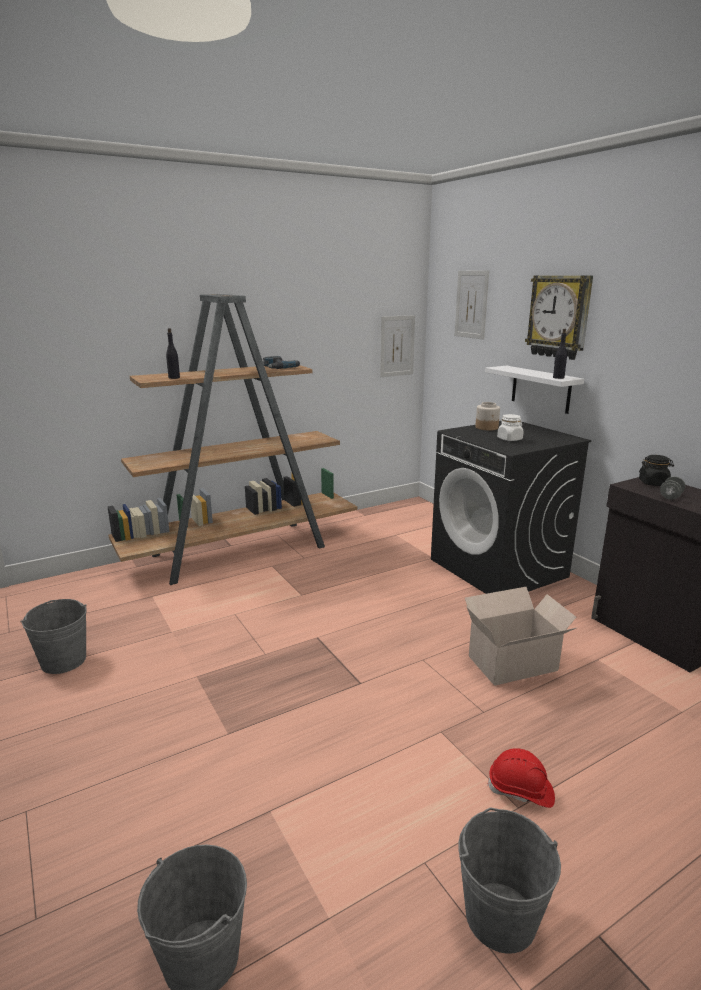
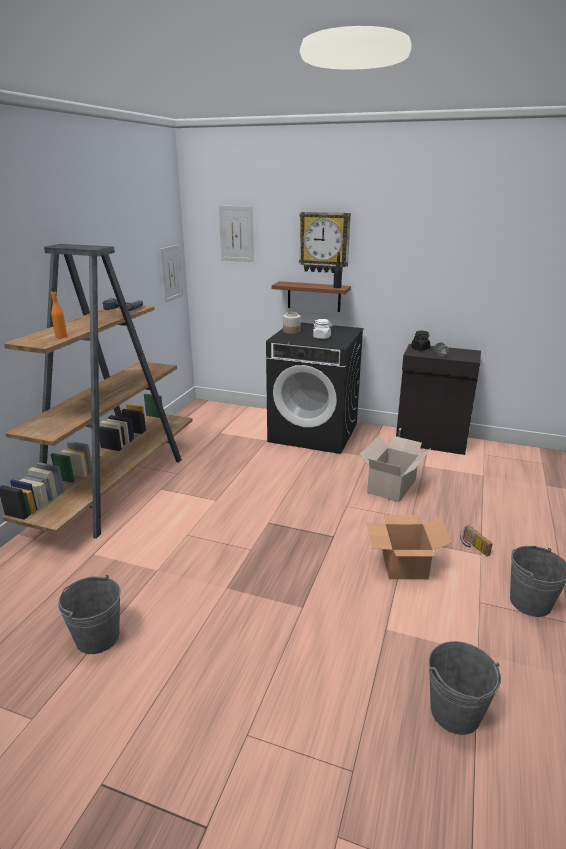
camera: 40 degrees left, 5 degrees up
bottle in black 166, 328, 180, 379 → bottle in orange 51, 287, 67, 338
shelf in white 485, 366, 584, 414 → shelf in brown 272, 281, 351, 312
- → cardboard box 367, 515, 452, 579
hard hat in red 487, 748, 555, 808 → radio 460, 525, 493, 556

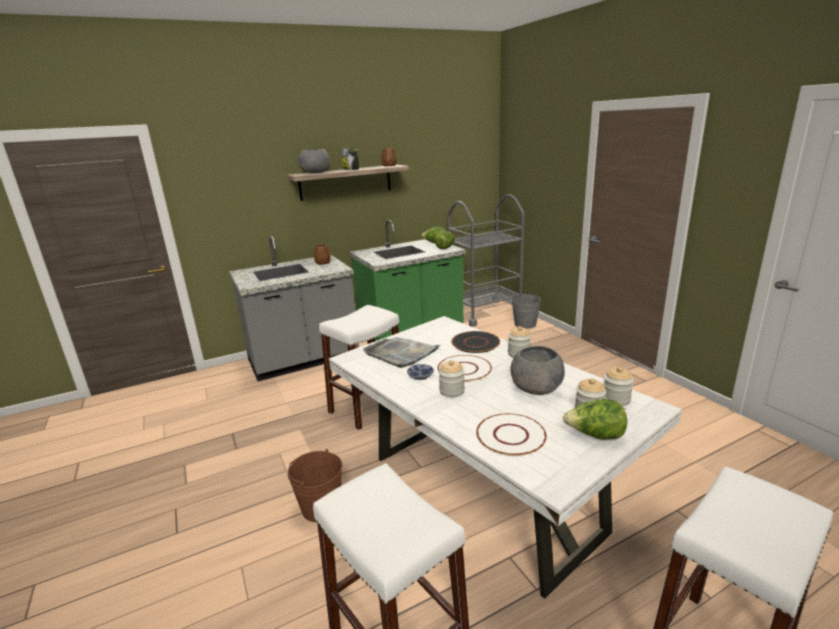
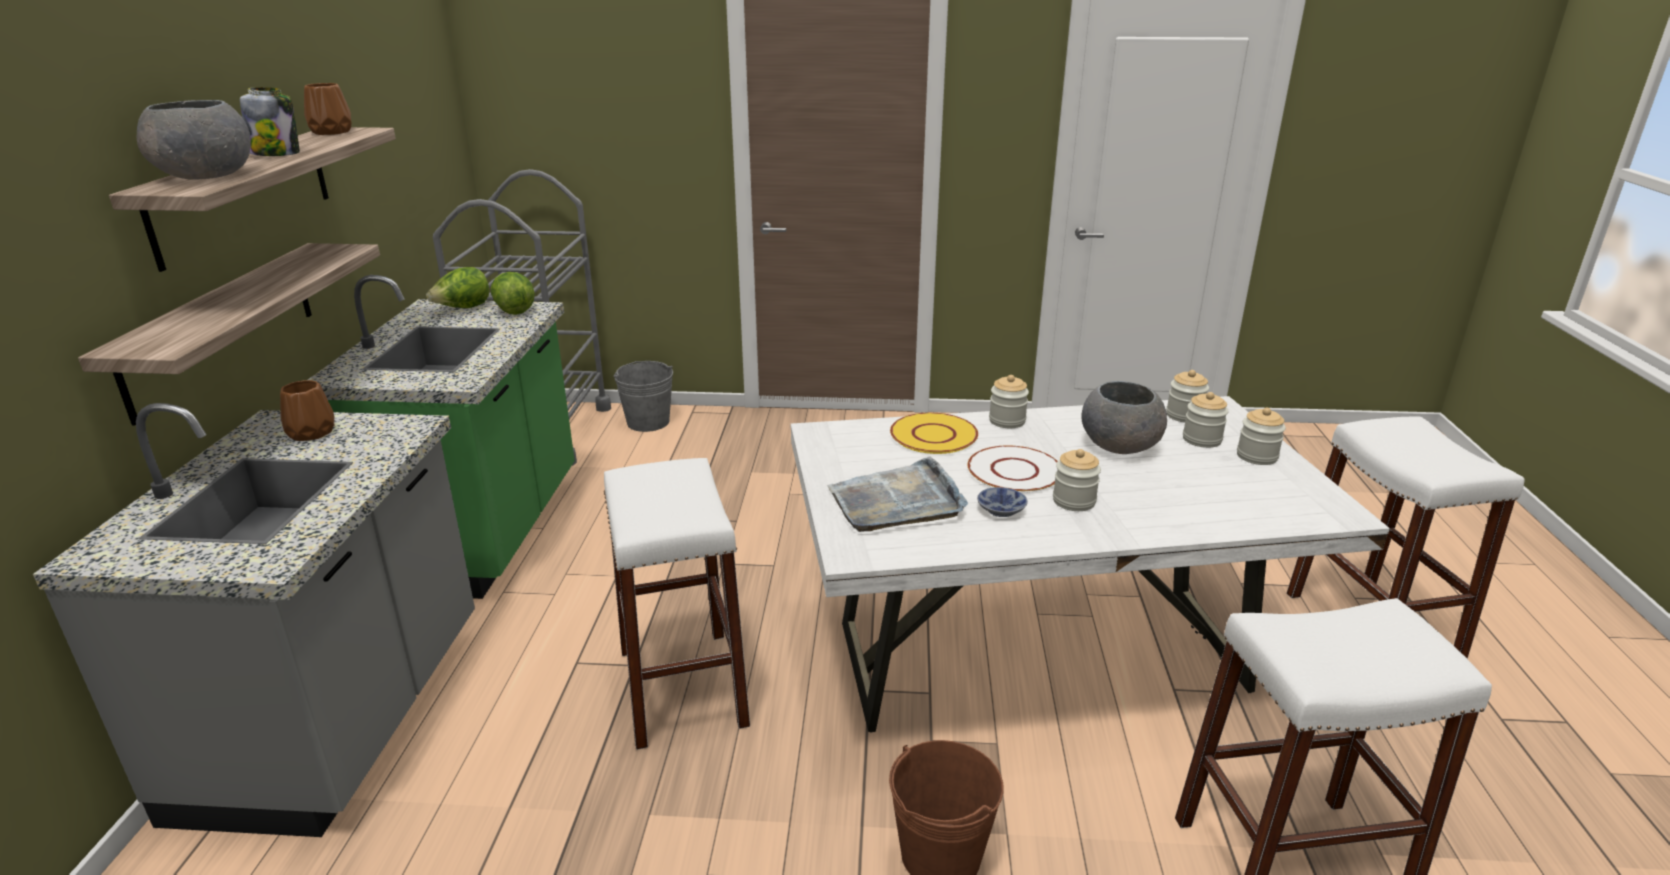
camera: 60 degrees left, 5 degrees up
- → shelf 78, 243, 380, 426
plate in black 451, 331, 500, 353 → plate in yellow 890, 413, 978, 454
lettuce 563, 399, 627, 439 → jar 1237, 408, 1286, 465
plate in white 476, 413, 547, 456 → -

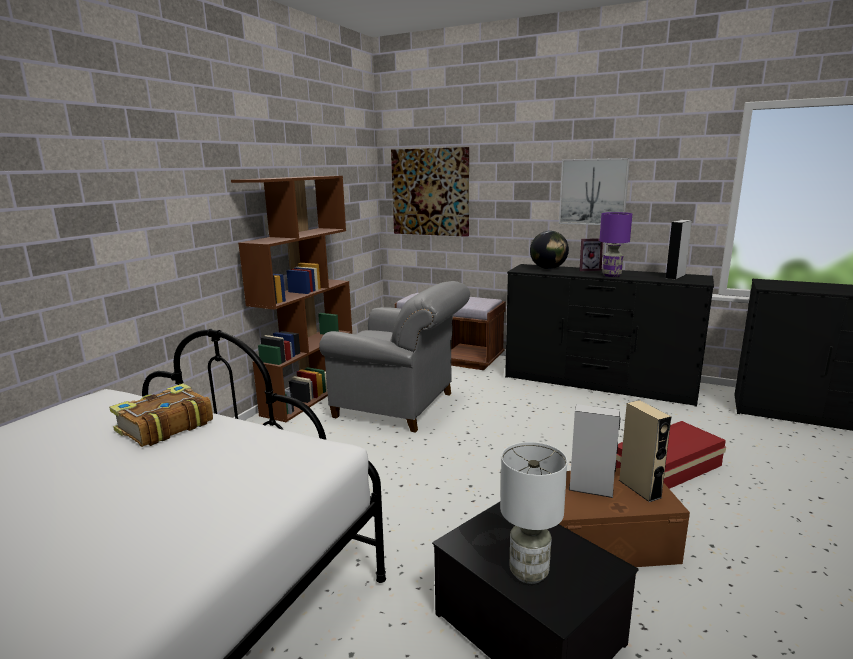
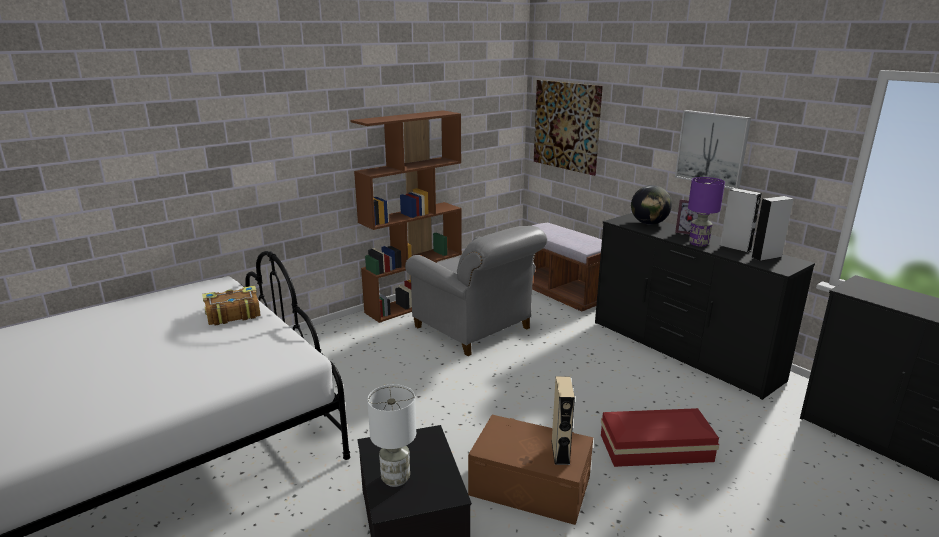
camera: 25 degrees right, 5 degrees up
speaker in grey 569, 404, 620, 498 → speaker in grey 720, 188, 761, 253, moved

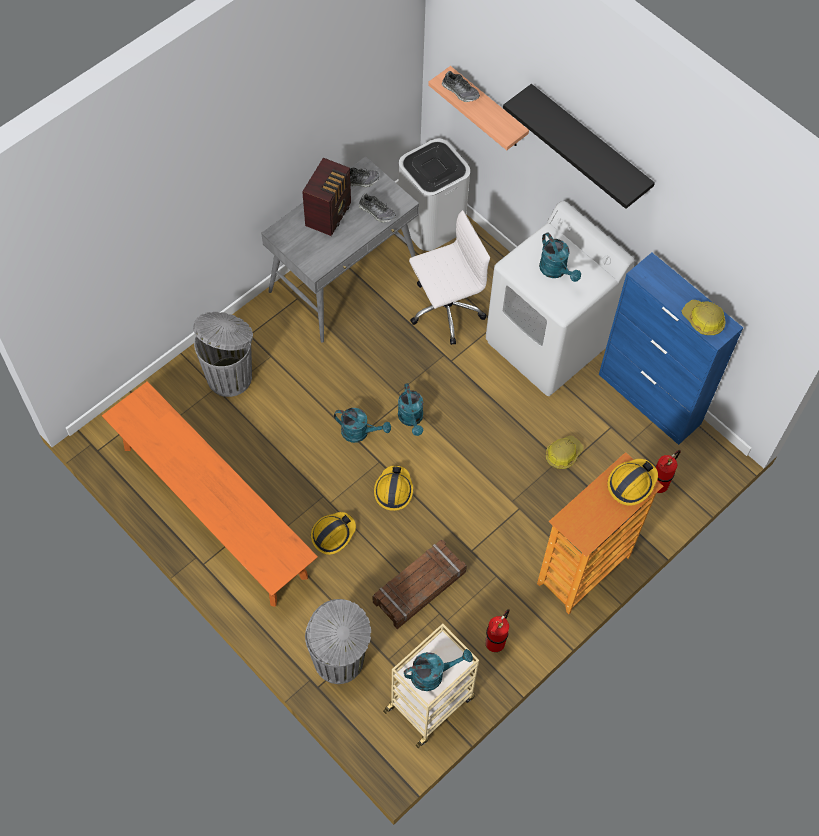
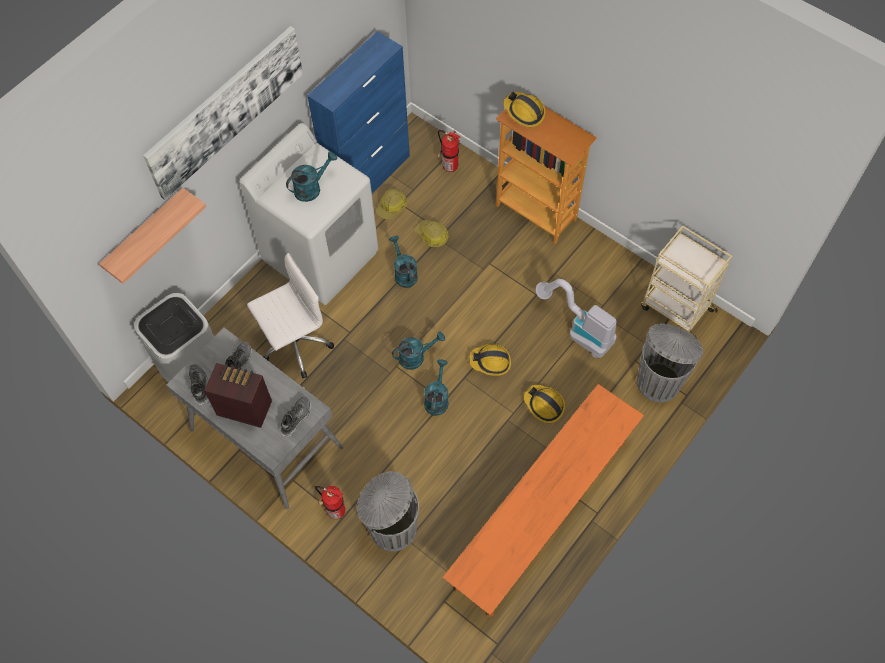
camera: 95 degrees left, 0 degrees up
shelf in black 503, 84, 655, 209 → picture 143, 26, 303, 200
office chair in white 409, 210, 490, 345 → office chair in white 247, 253, 334, 378, 90 degrees clockwise
shoe 442, 71, 480, 102 → shoe 281, 397, 311, 437, moved
fire extinguisher 485, 609, 510, 652 → fire extinguisher 315, 486, 345, 519, moved
hard hat 682, 300, 726, 335 → hard hat 376, 189, 407, 220, moved
watering can in turquoise 404, 649, 473, 691 → watering can in turquoise 389, 235, 418, 288, moved
crate 373, 540, 467, 629 → vacuum cleaner 536, 279, 617, 358

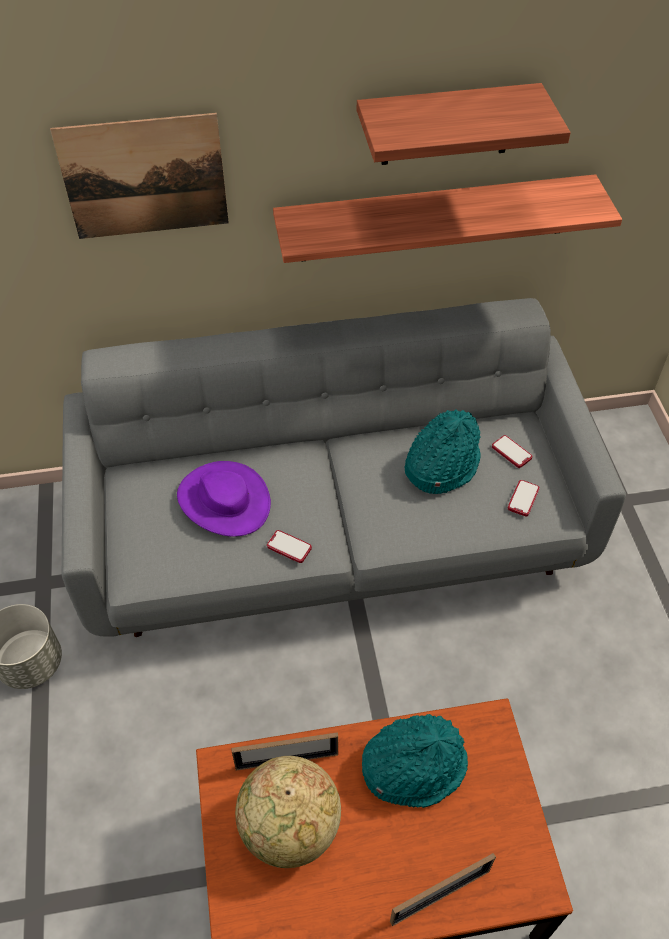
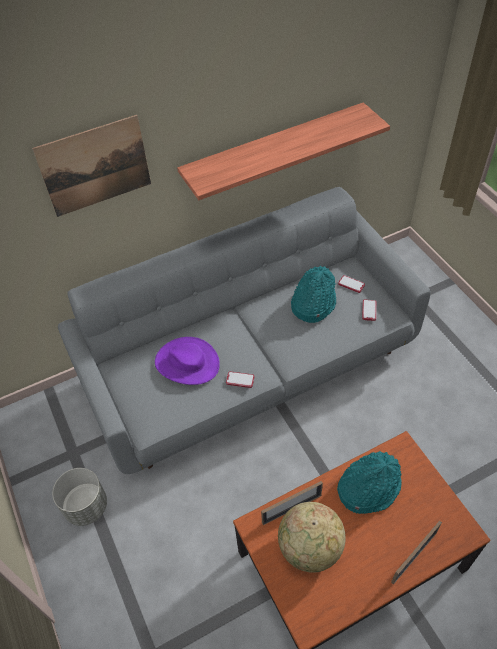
camera: 15 degrees left, 0 degrees up
shelf 357, 83, 571, 165 → -

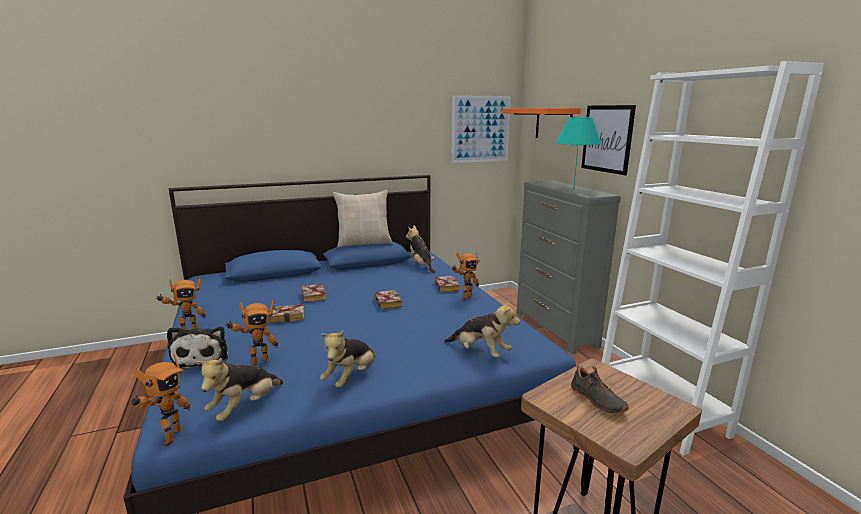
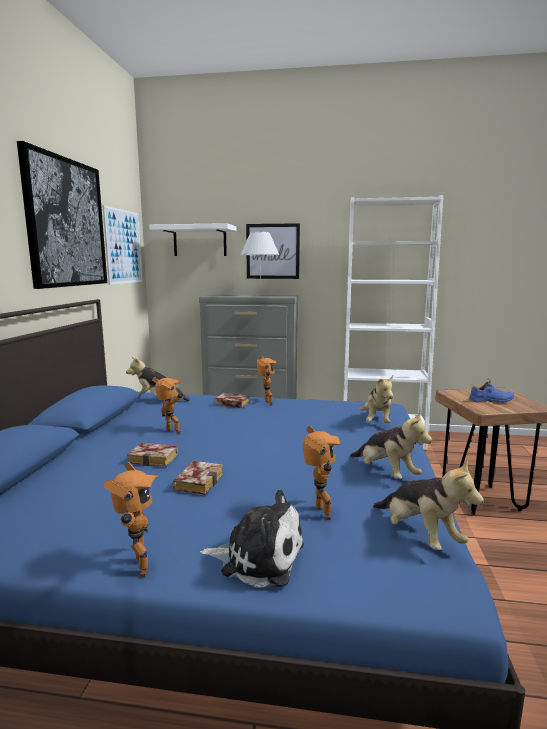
camera: 60 degrees left, 5 degrees down
- → picture 17, 141, 107, 289
shelf in orange 502, 108, 581, 138 → shelf in white 149, 223, 236, 256
toy robot 131, 354, 190, 447 → toy robot 152, 377, 183, 434, moved
table lamp in turquoise 555, 117, 602, 190 → table lamp in white 241, 232, 279, 296
plush toy 444, 299, 520, 357 → plush toy 359, 376, 393, 423, 120 degrees clockwise
shoe in black 571, 363, 629, 414 → shoe in blue 469, 378, 514, 403
pillow in beige 333, 190, 393, 248 → -
book 374, 290, 402, 310 → -

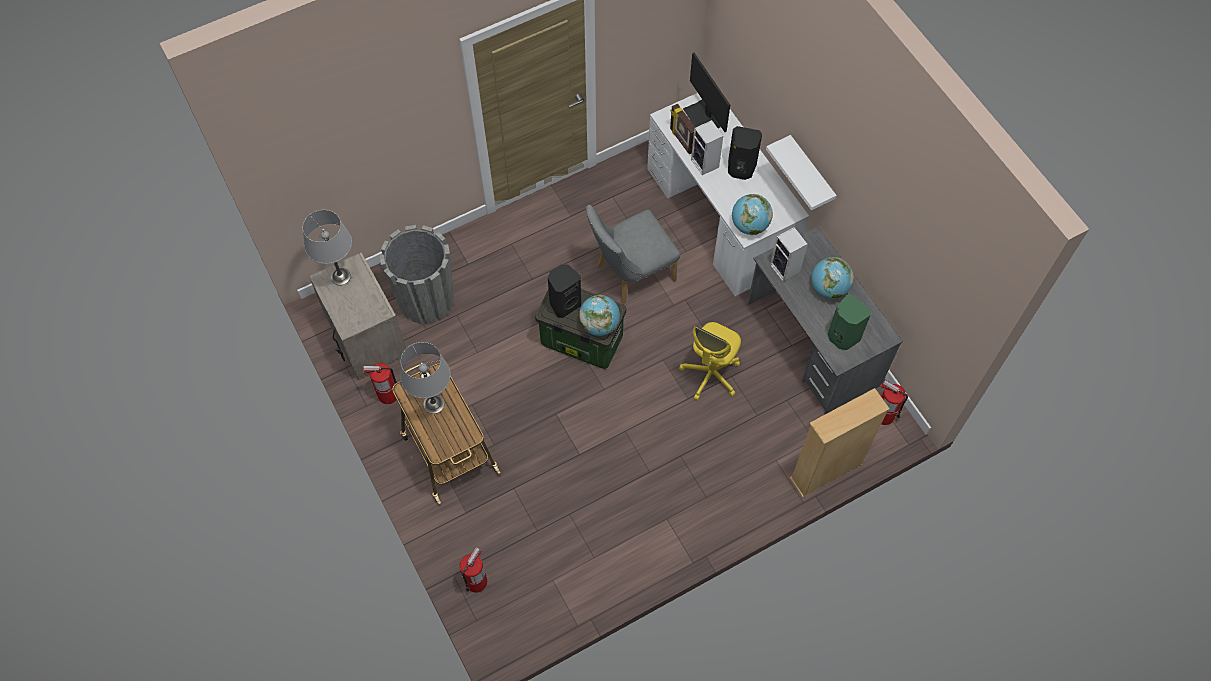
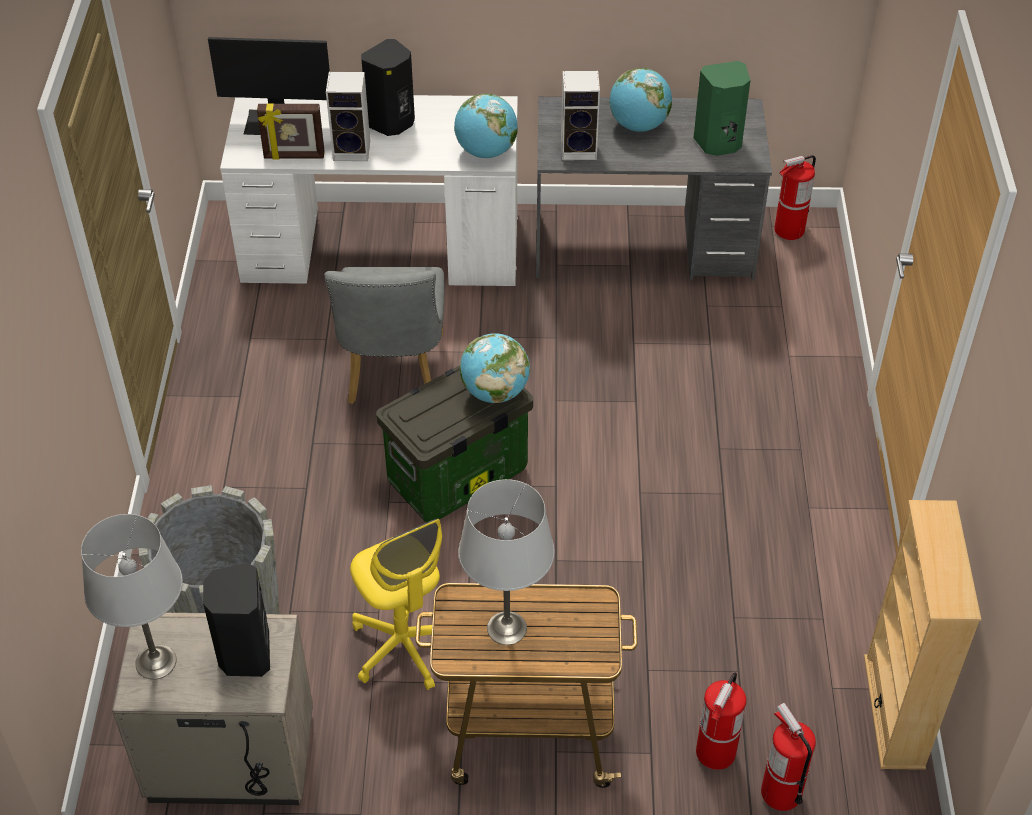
camera: 60 degrees left, 15 degrees down
speaker in black 548, 265, 581, 318 → speaker in black 203, 563, 270, 677, moved
office chair in yellow 679, 322, 741, 401 → office chair in yellow 350, 519, 442, 690, moved
fire extinguisher 363, 363, 397, 404 → fire extinguisher 696, 672, 746, 770, moved
bookcase in beige 790, 388, 890, 498 → bookcase in beige 864, 500, 981, 770, moved
shelf in white 766, 135, 837, 210 → -

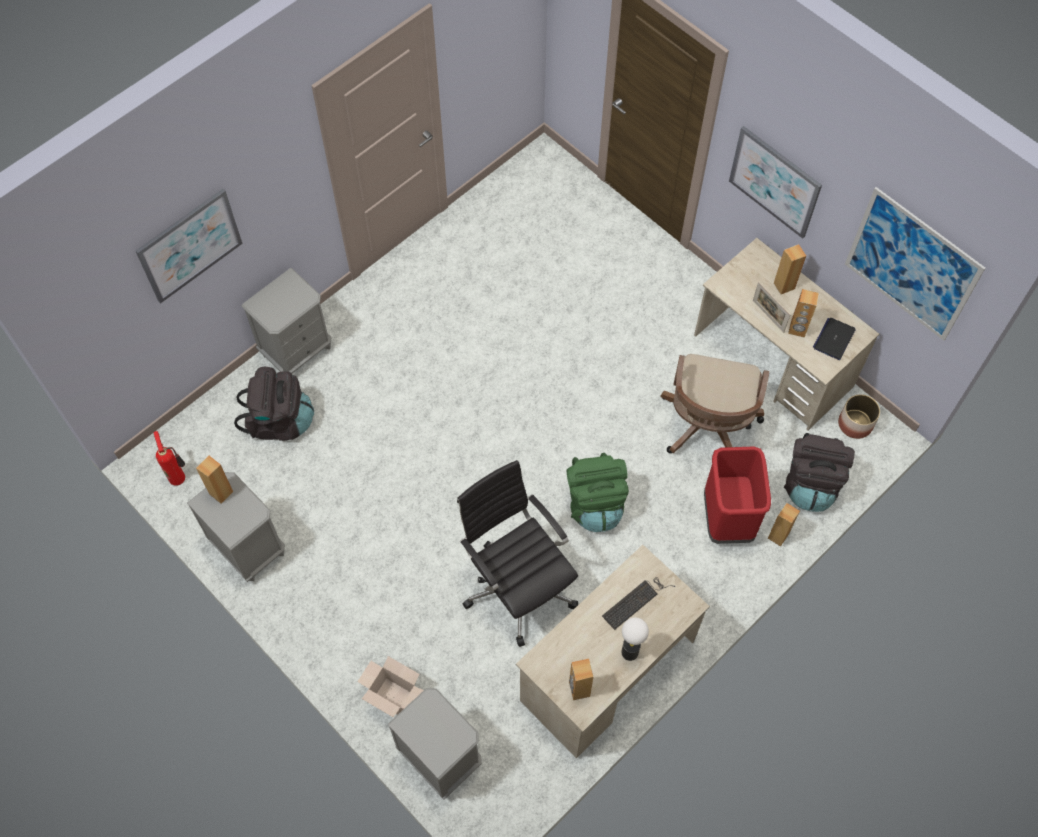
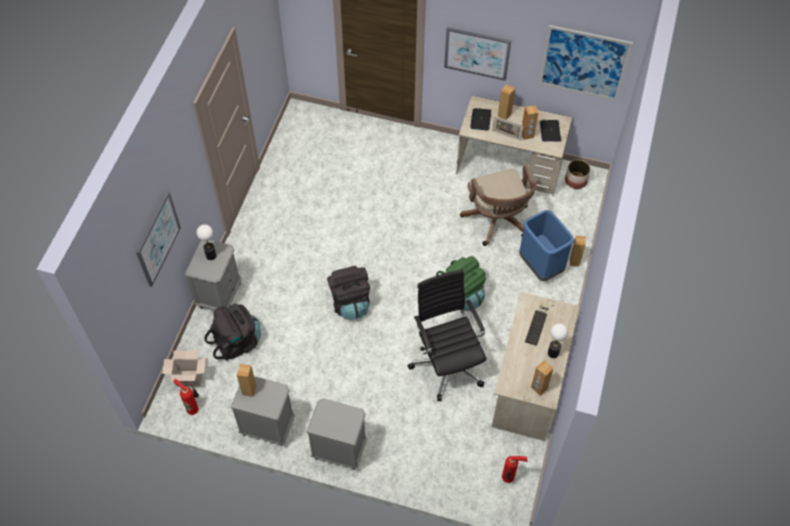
camera: 30 degrees left, 5 degrees down
cardboard box 357, 656, 424, 717 → cardboard box 162, 351, 206, 386, moved
- → table lamp 196, 224, 216, 260
nightstand in grey 387, 688, 481, 800 → nightstand in grey 306, 399, 367, 470, moved
backpack in black 784, 433, 855, 512 → backpack in black 327, 266, 370, 320, moved
office chair in black 457, 460, 578, 647 → office chair in black 408, 270, 486, 401, 45 degrees clockwise
- → laptop 470, 108, 491, 131
- → fire extinguisher 502, 456, 528, 483
trash can in red 704, 447, 771, 544 → trash can in blue 519, 210, 574, 281

